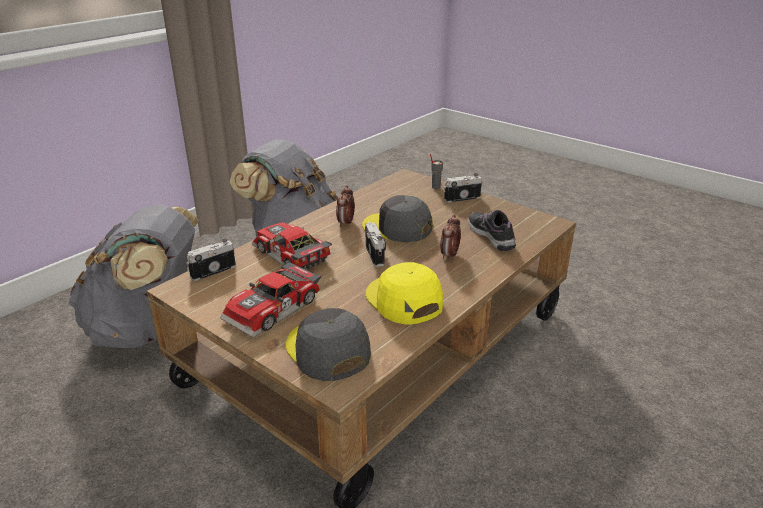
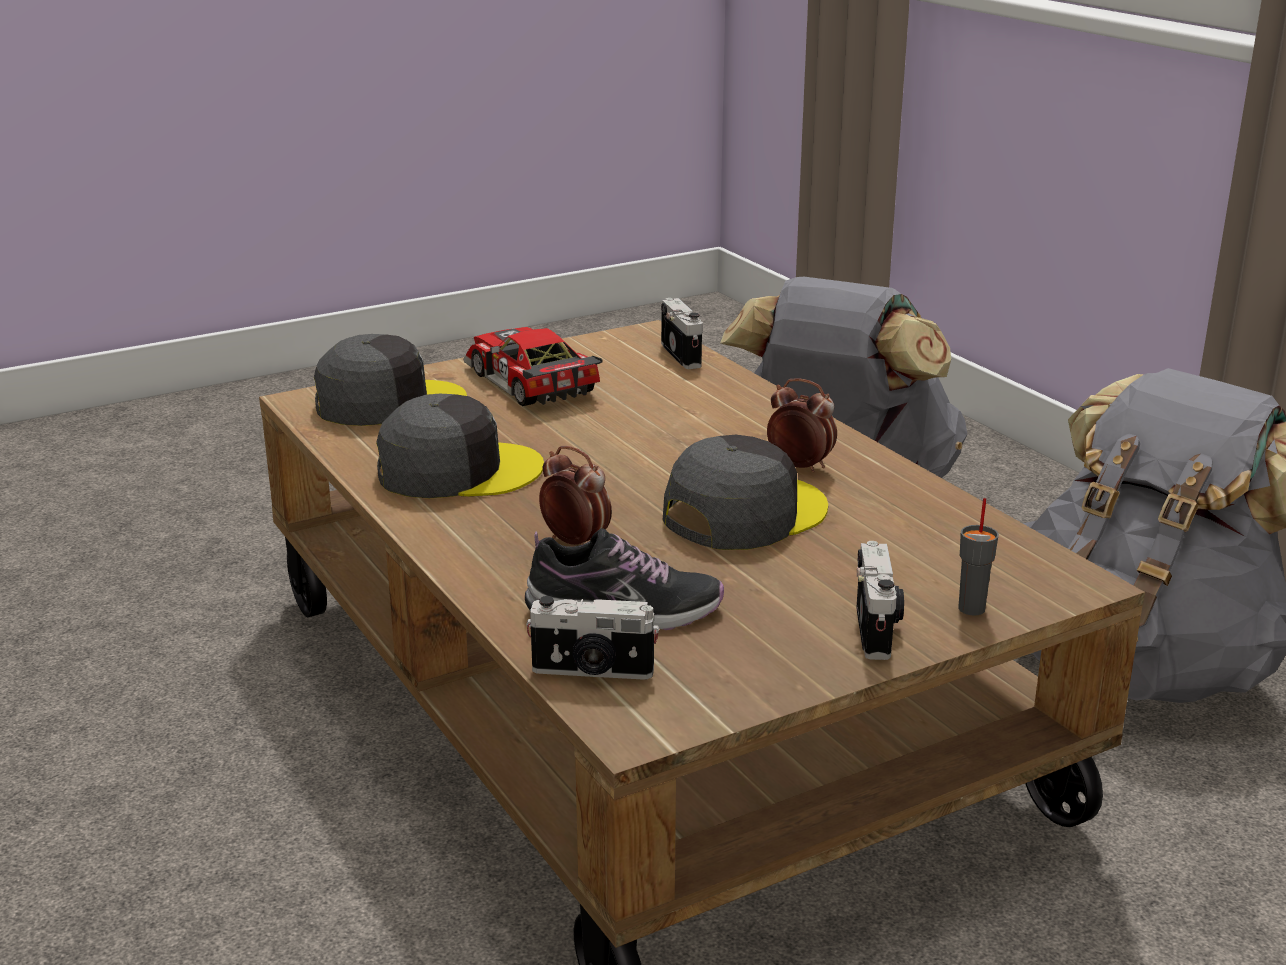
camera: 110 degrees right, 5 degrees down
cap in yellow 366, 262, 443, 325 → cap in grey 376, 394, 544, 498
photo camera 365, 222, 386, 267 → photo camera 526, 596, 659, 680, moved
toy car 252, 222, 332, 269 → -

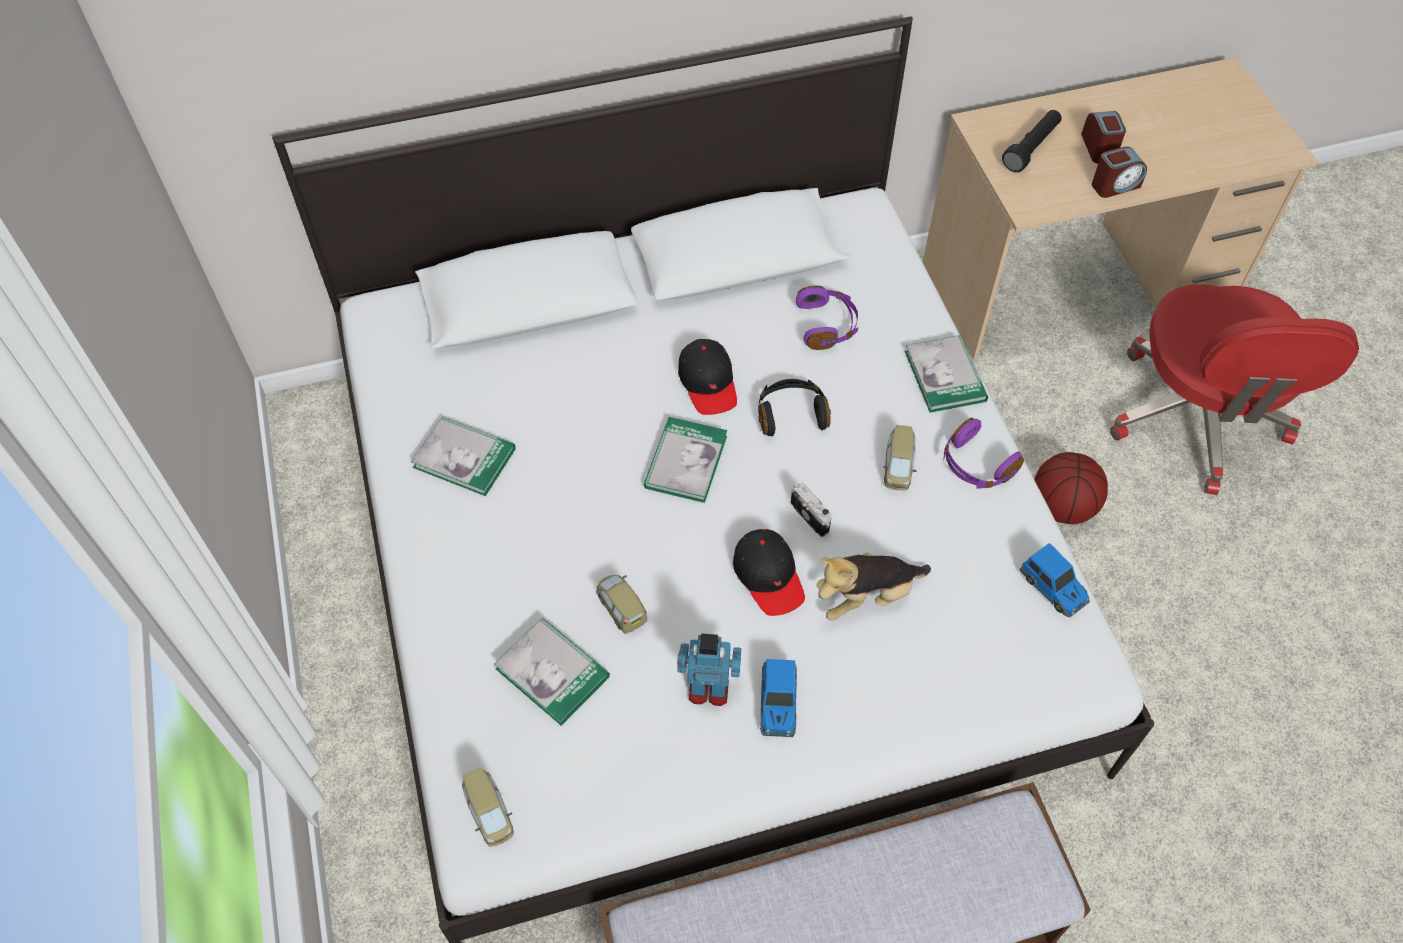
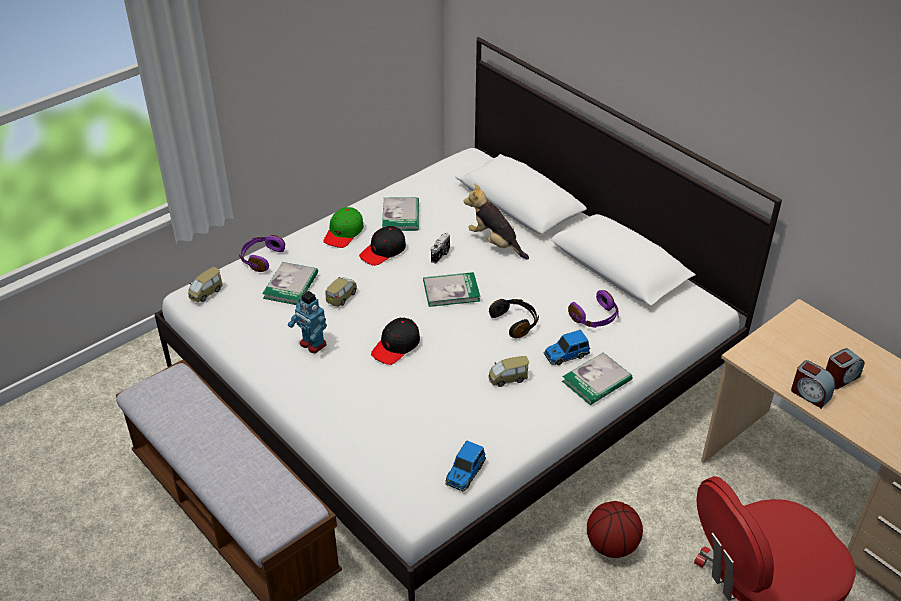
camera: 65 degrees right, 15 degrees down
headphones in purple 943, 418, 1024, 489 → headphones in purple 239, 235, 285, 272, moved
toy robot 677, 633, 741, 706 → toy robot 288, 291, 327, 353, 150 degrees clockwise
- → cap in green 323, 207, 364, 248
cap in black 678, 339, 737, 415 → cap in black 359, 226, 406, 266, moved
photo camera 791, 482, 832, 537 → photo camera 431, 233, 450, 264, moved
plush toy 817, 553, 931, 621 → plush toy 464, 183, 529, 260, moved
toy car 760, 659, 797, 737 → toy car 544, 330, 590, 365, moved
flashlight in black 1002, 110, 1062, 172 → -

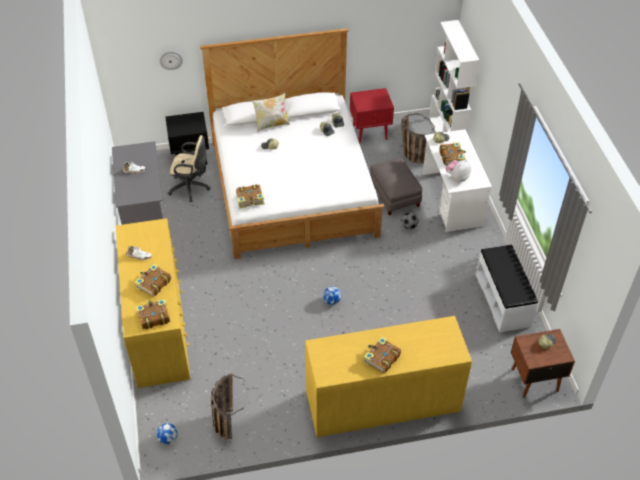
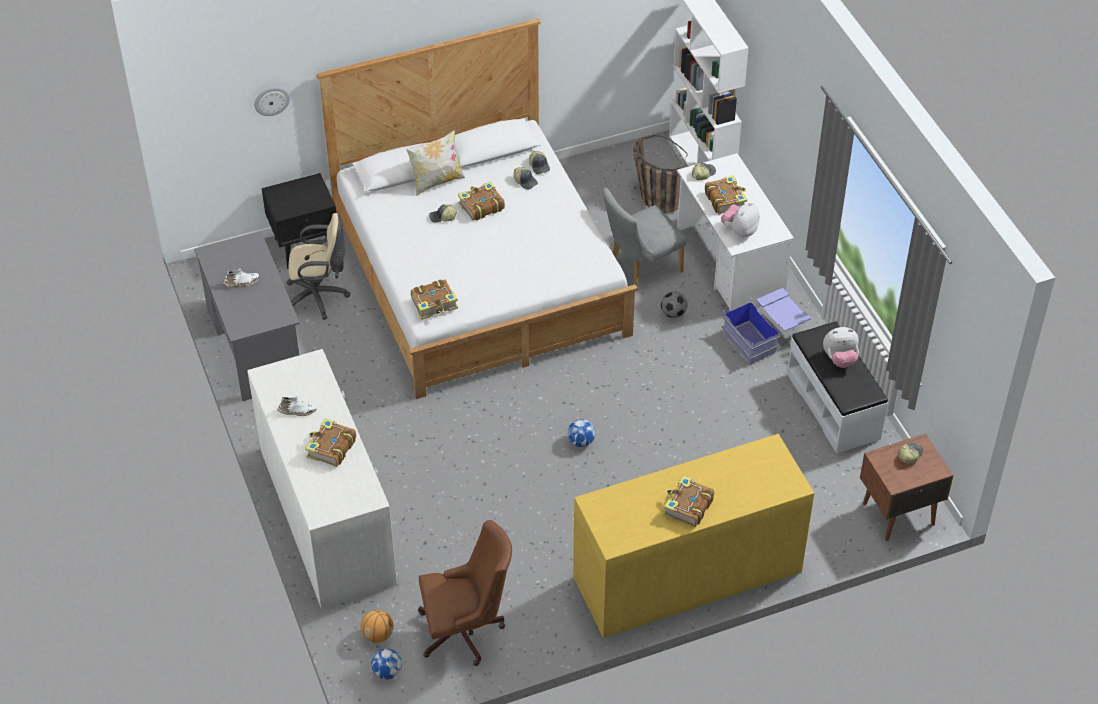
camera: 10 degrees left, 0 degrees up
dresser in yellow 116, 218, 190, 388 → dresser in white 247, 349, 397, 609
- → basketball 361, 610, 394, 643
basket 211, 373, 247, 440 → office chair in brown 418, 520, 512, 666
book 136, 298, 170, 329 → book 458, 182, 505, 220, moved
ottoman in grey 370, 157, 423, 215 → chair in grey 602, 187, 687, 290
- → storage box in blue 722, 288, 811, 364
- → plush toy 823, 327, 859, 368
nightstand in red 350, 88, 394, 144 → -

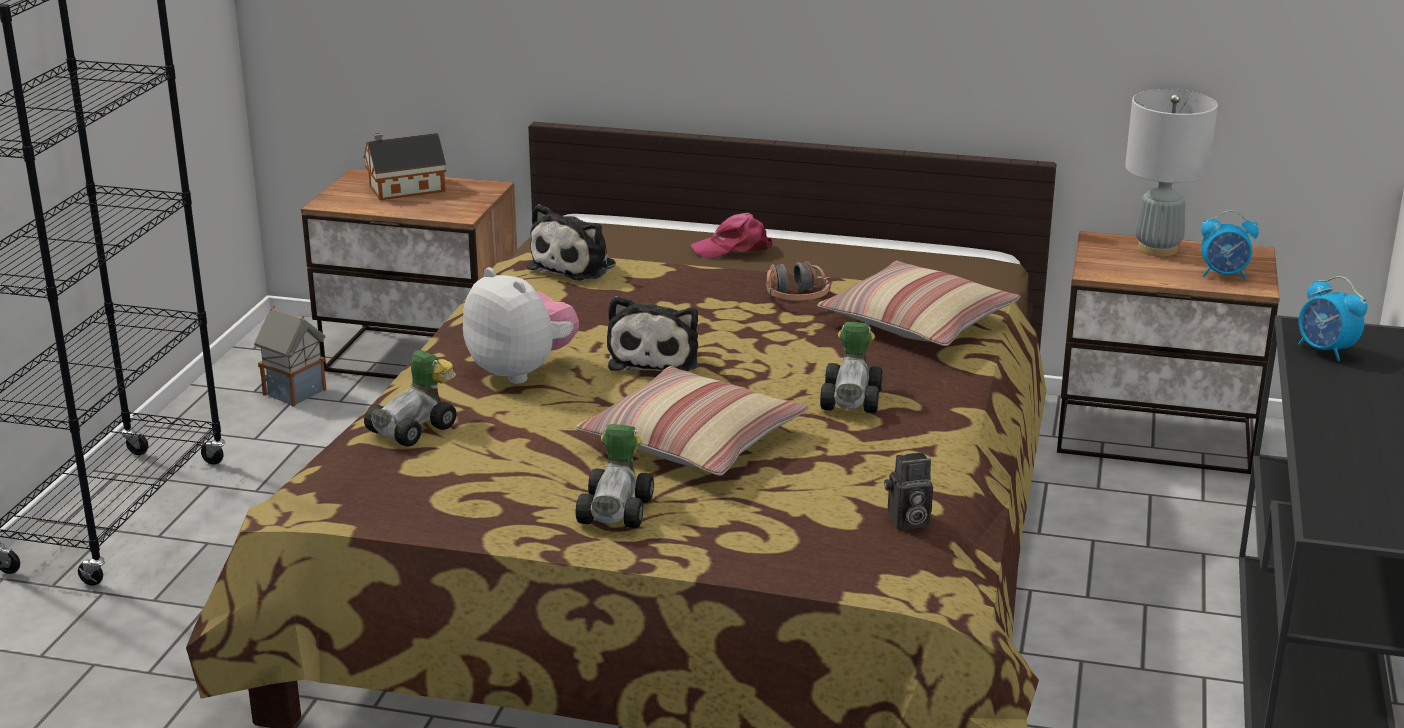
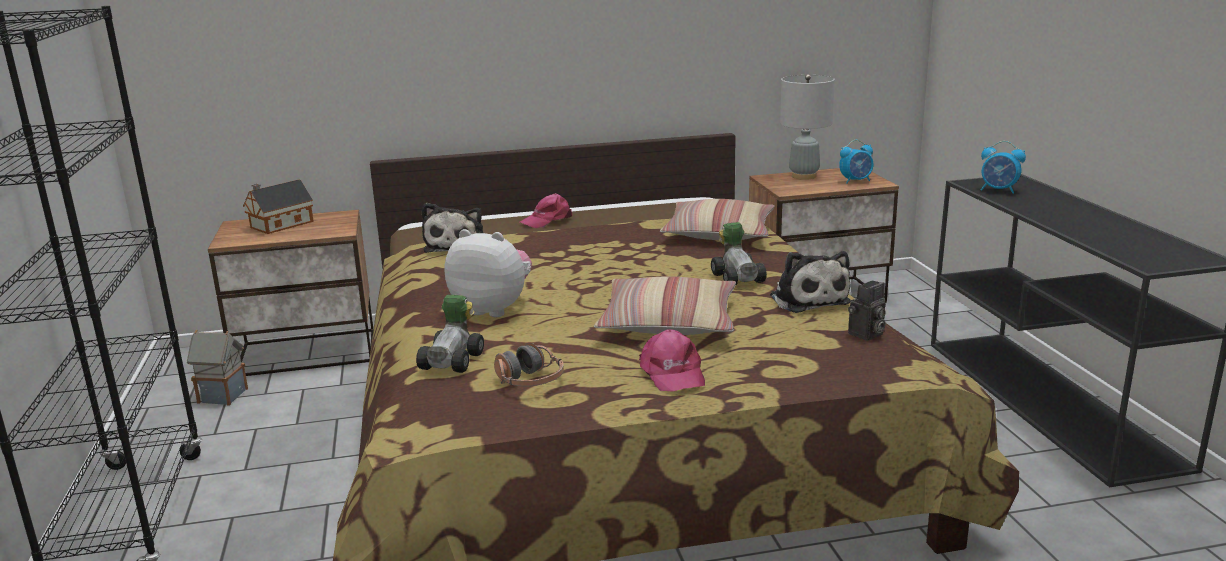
camera: 25 degrees left, 5 degrees down
headphones 766, 261, 831, 301 → headphones 494, 343, 564, 386, moved
toy car 576, 424, 654, 528 → cap in pink 639, 329, 705, 392
plush toy 607, 296, 698, 372 → plush toy 770, 251, 851, 313, moved

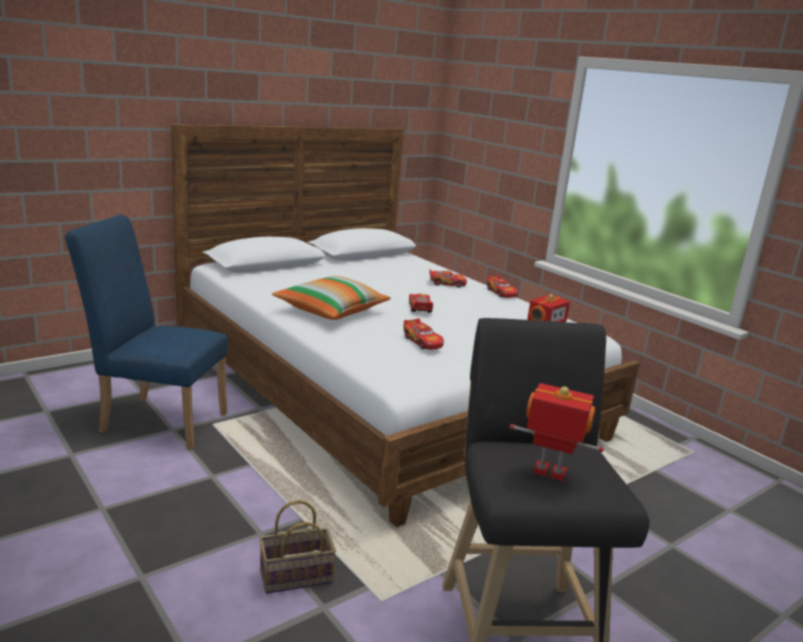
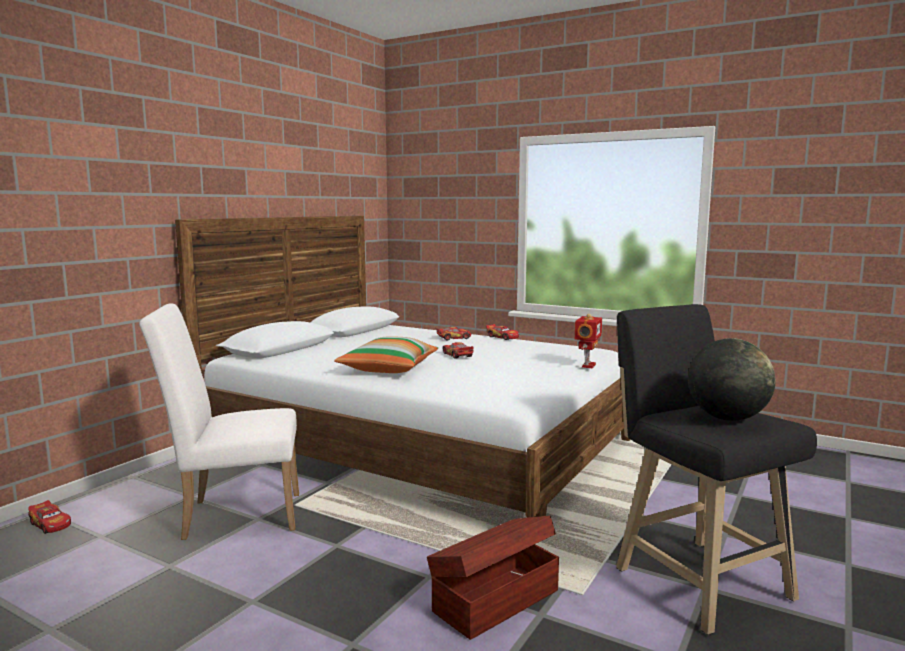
camera: 20 degrees left, 10 degrees down
toy car 403, 318, 444, 350 → toy car 28, 500, 71, 534, moved
chair in blue 65, 214, 228, 450 → chair in white 139, 304, 299, 540
basket 259, 500, 336, 594 → storage box in brown 427, 516, 559, 640
toy robot 510, 383, 604, 481 → globe 688, 338, 776, 421

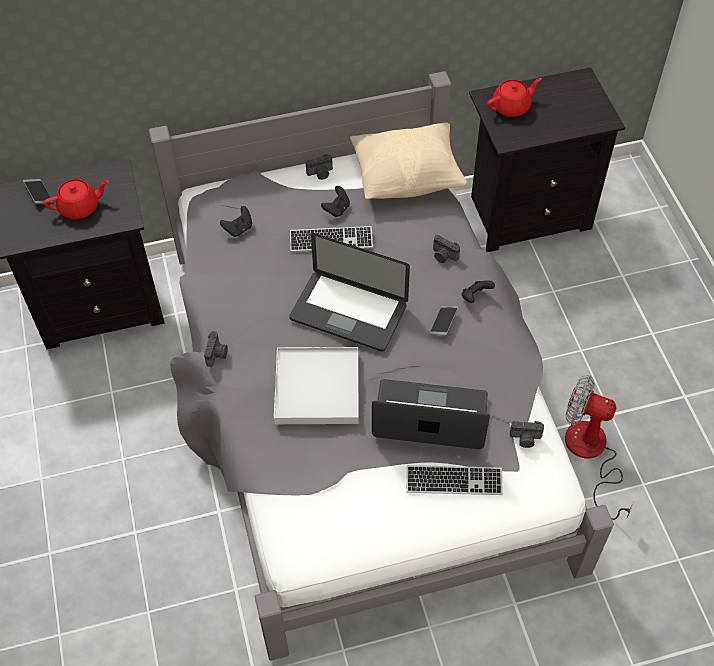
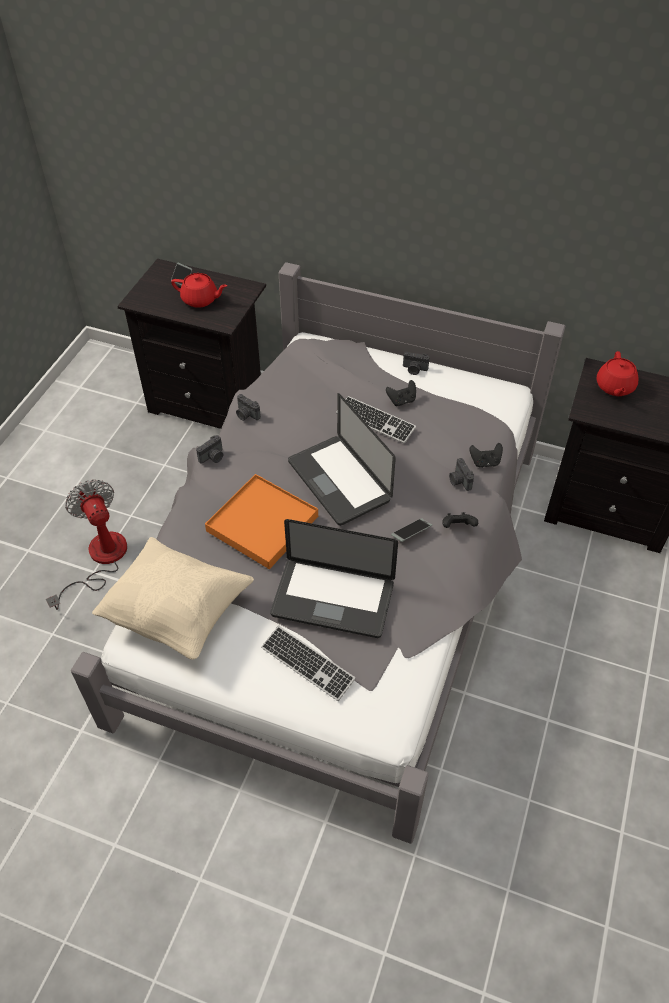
camera: 35 degrees right, 5 degrees down
fan 565, 375, 633, 520 → fan 46, 479, 127, 610, moved
pillow in beige 350, 123, 467, 199 → pillow in beige 92, 537, 254, 660, moved
tray in white 274, 347, 359, 424 → tray in orange 205, 474, 318, 569
photo camera 510, 421, 544, 448 → photo camera 236, 394, 261, 421, moved
laptop 372, 379, 490, 449 → laptop 270, 519, 398, 638, 150 degrees clockwise
game controller in black 220, 206, 252, 237 → game controller in black 470, 443, 503, 468, moved
teapot in red 487, 78, 542, 117 → teapot in red 596, 351, 638, 396, 90 degrees clockwise

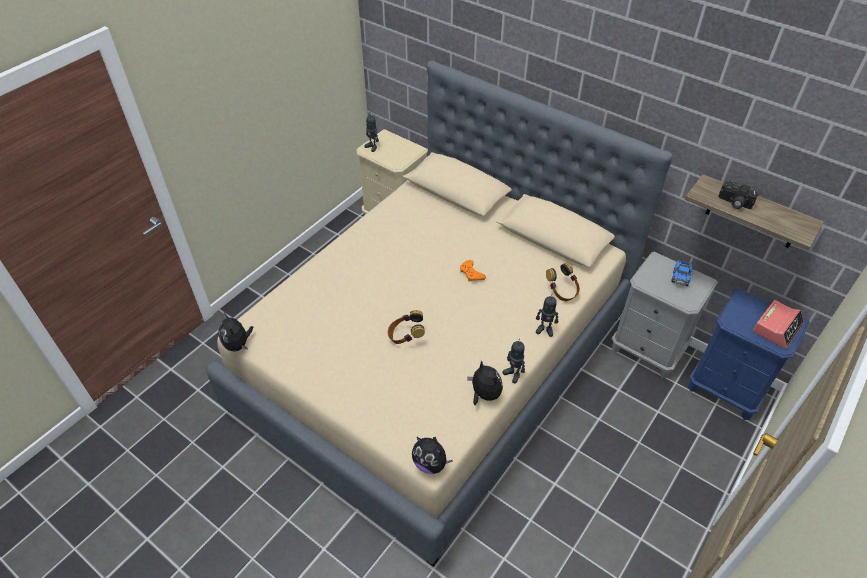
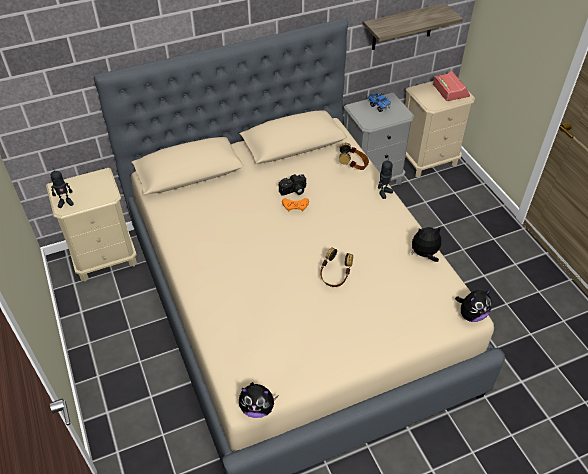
camera: 60 degrees left, 0 degrees up
photo camera 718, 181, 759, 209 → photo camera 279, 174, 306, 196, moved
nightstand in blue 688, 288, 810, 420 → nightstand in beige 405, 81, 475, 178
toy robot 503, 339, 525, 384 → -

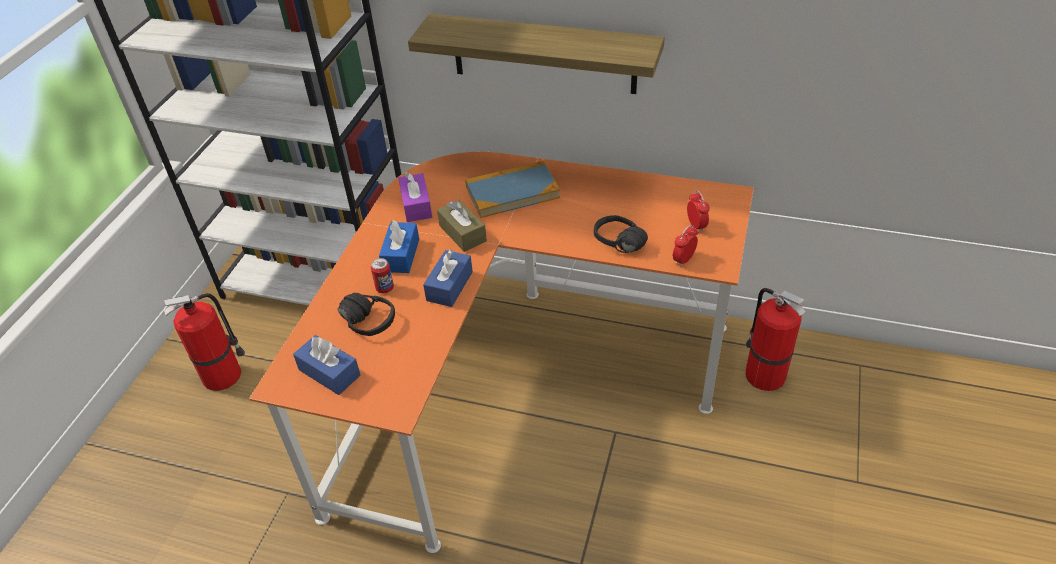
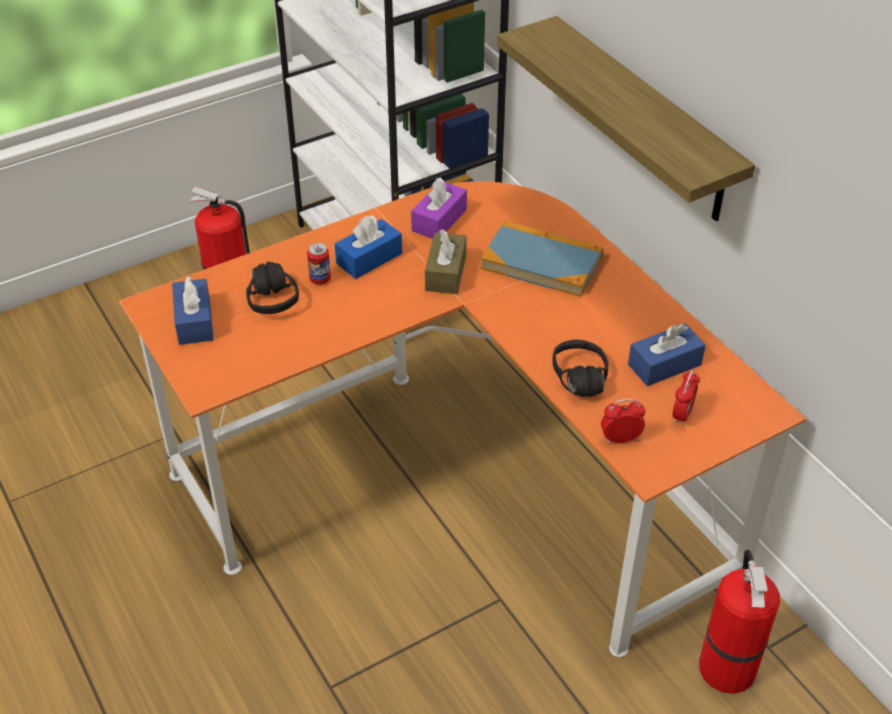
camera: 40 degrees right, 0 degrees up
tissue box in blue 423, 249, 473, 307 → tissue box in blue 628, 324, 706, 386, moved

